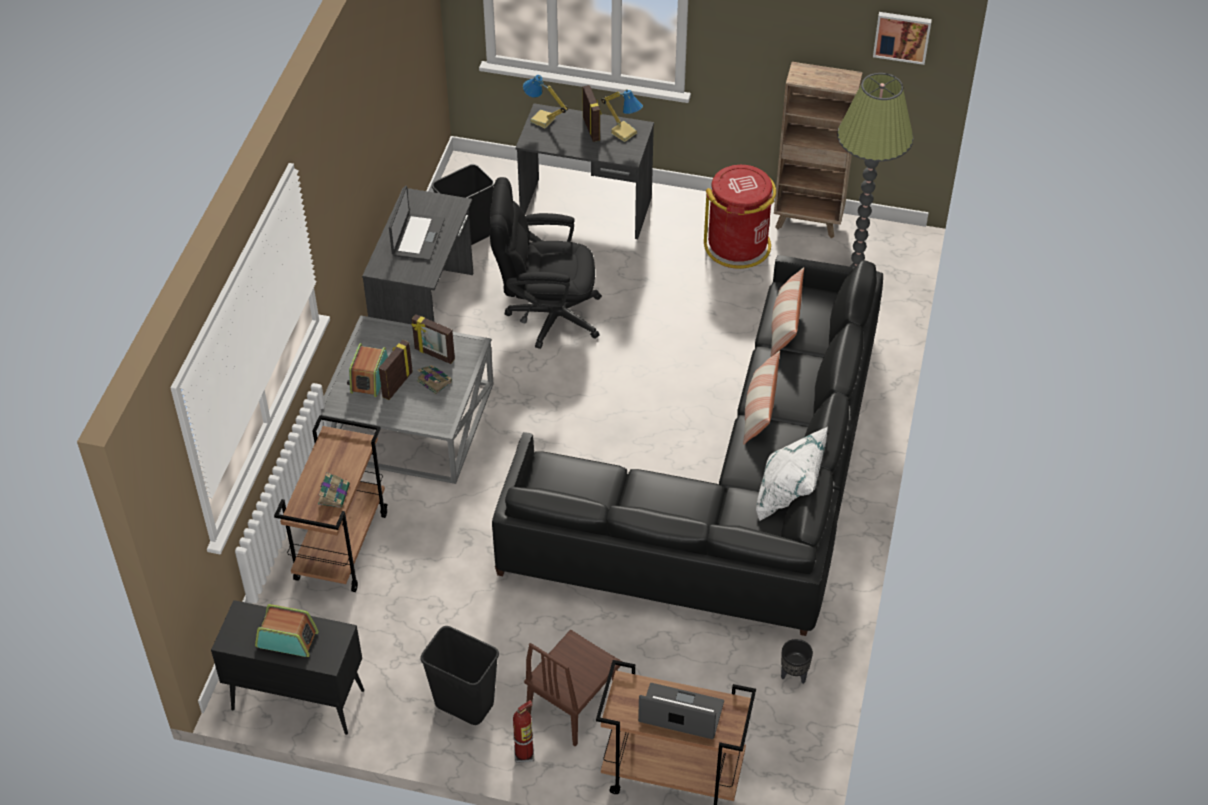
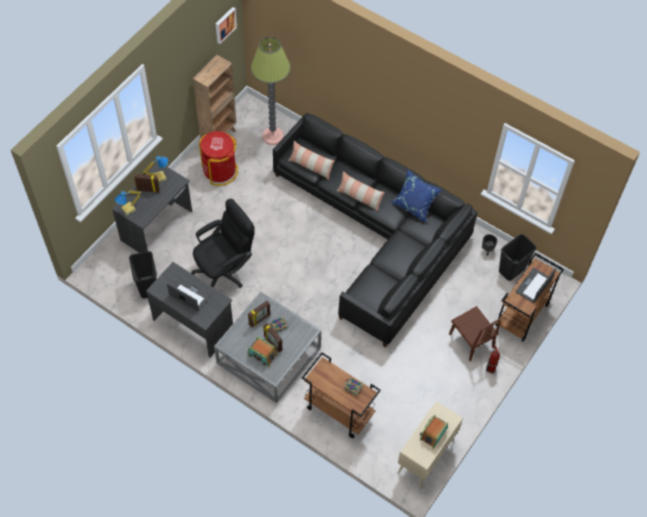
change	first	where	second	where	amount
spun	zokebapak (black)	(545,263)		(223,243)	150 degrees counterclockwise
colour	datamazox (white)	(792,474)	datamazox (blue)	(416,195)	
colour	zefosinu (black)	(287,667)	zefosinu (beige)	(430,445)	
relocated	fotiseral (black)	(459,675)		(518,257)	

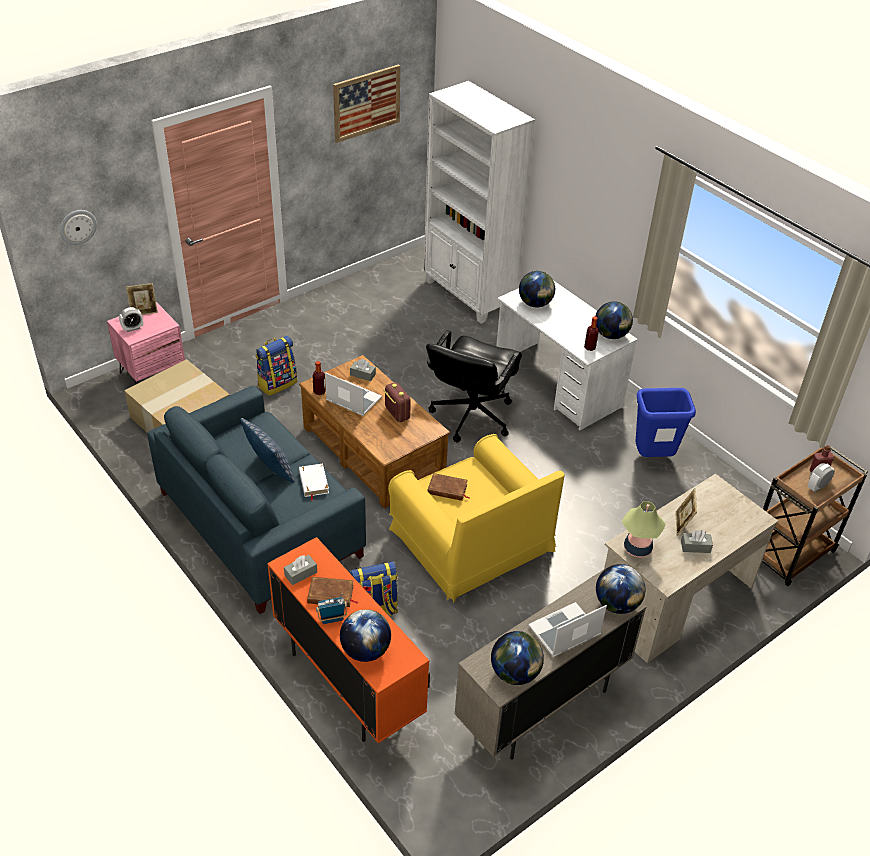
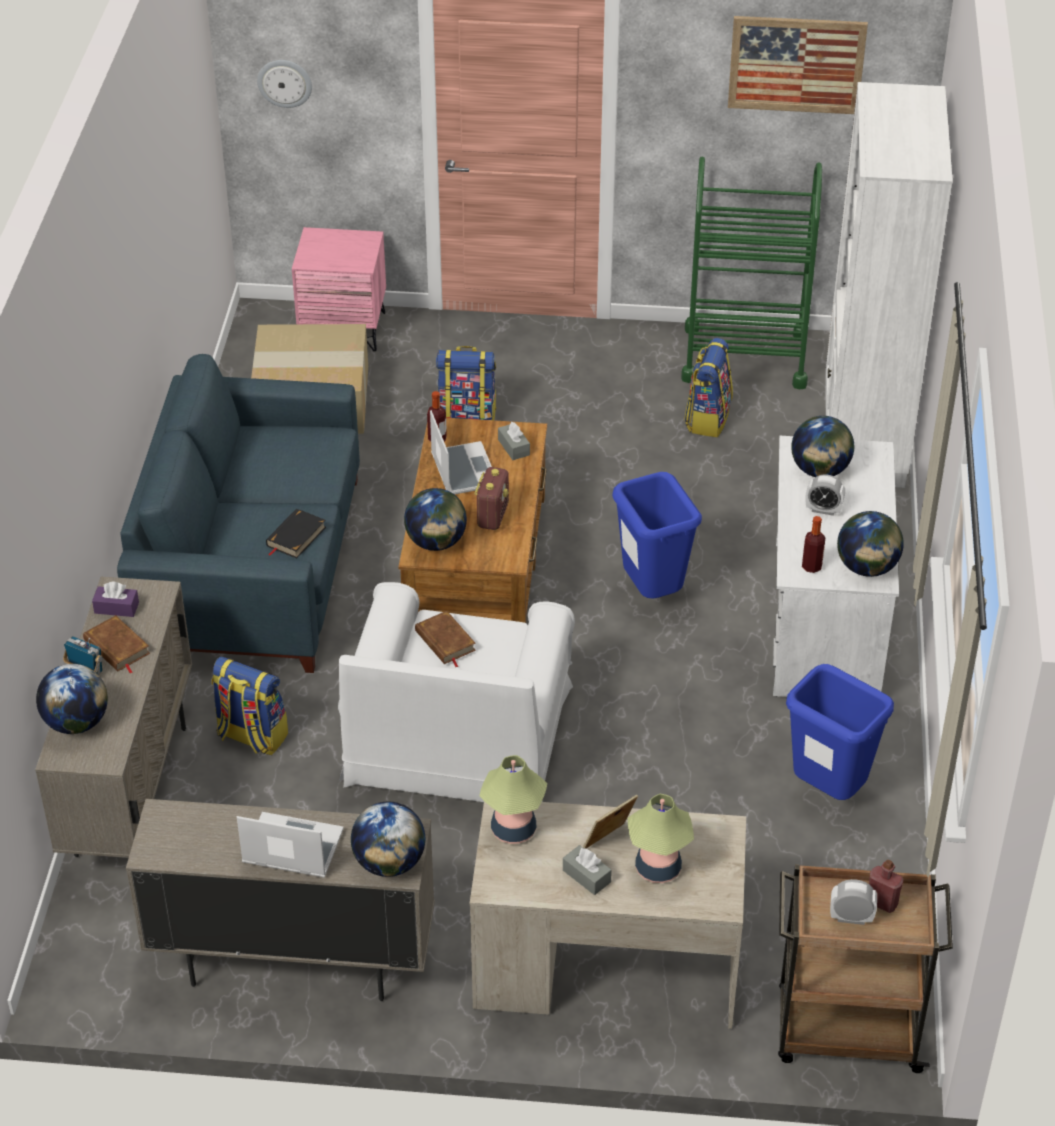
change	first	where	second	where	amount
colour	zefosinu (orange)	(348,640)	zefosinu (beige)	(113,717)	
colour	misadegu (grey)	(300,570)	misadegu (purple)	(115,599)	
colour	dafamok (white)	(314,482)	dafamok (black)	(296,533)	
colour	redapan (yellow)	(476,518)	redapan (white)	(456,692)	
relocated	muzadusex	(517,658)		(435,519)	
exchanged	zokebapak (black)	(474,386)	fotiseral (blue)	(657,535)	
appeared			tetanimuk	(661,838)	
appeared			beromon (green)	(751,273)	
appeared			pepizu	(708,387)	
relocated	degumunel	(131,319)		(825,495)	
missing	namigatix	(142,299)			
missing	datamazox	(267,450)			

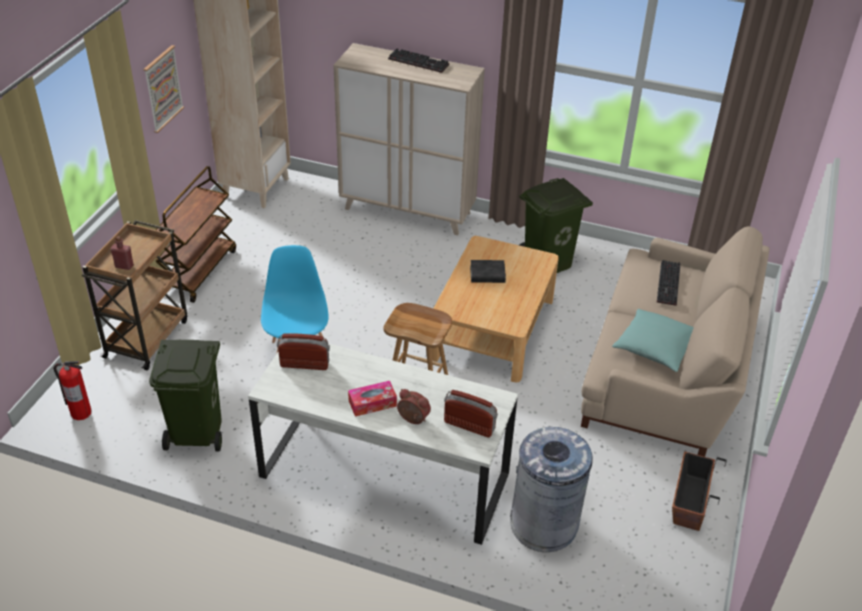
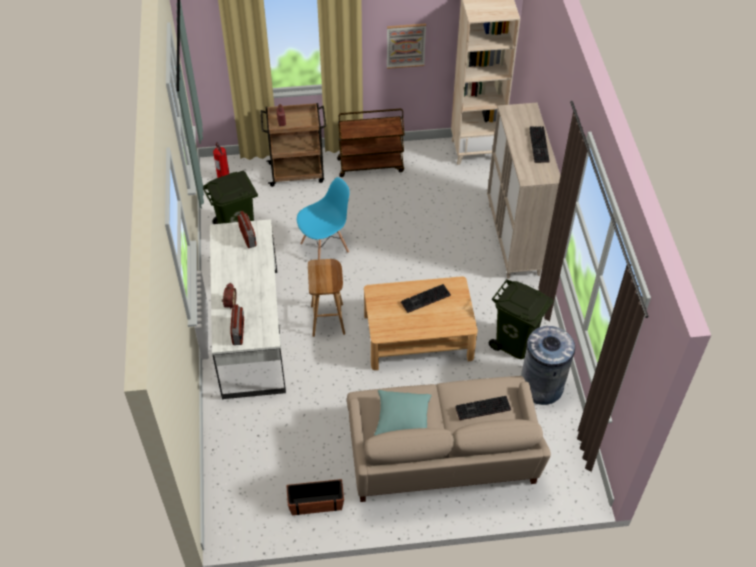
change	first	where	second	where	amount
exchanged	dafamok (black)	(488,271)	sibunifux	(426,298)	
relocated	fotiseral (grey)	(551,489)		(548,365)	
missing	misadegu	(372,399)			

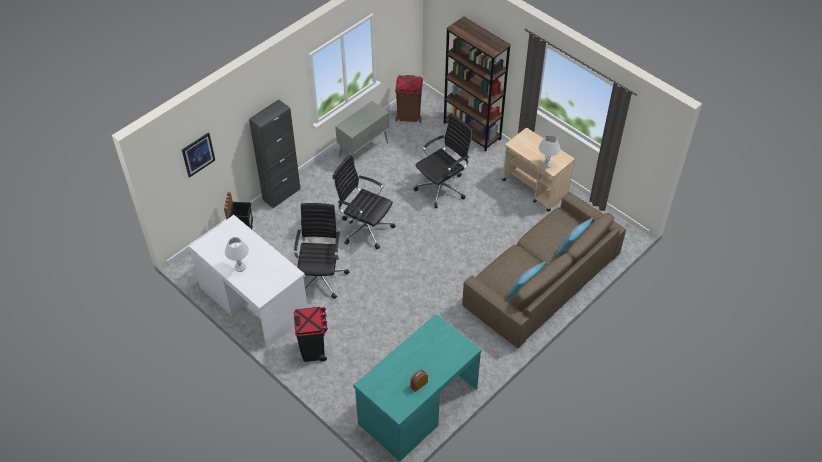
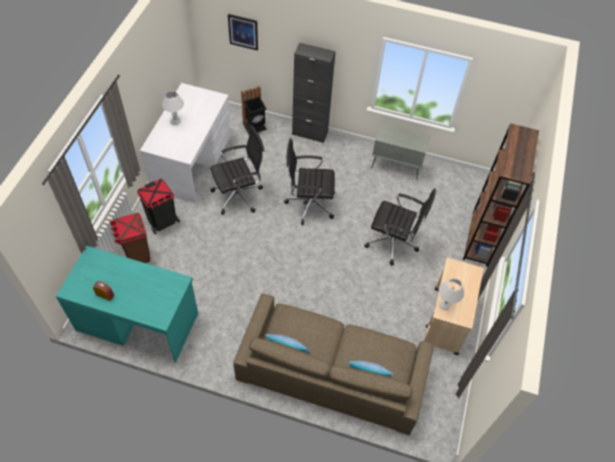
change	first	where	second	where	amount
relocated	fotiseral (brown)	(409,99)		(130,238)	
spun	zokebapak (black)	(364,202)		(309,181)	90 degrees counterclockwise

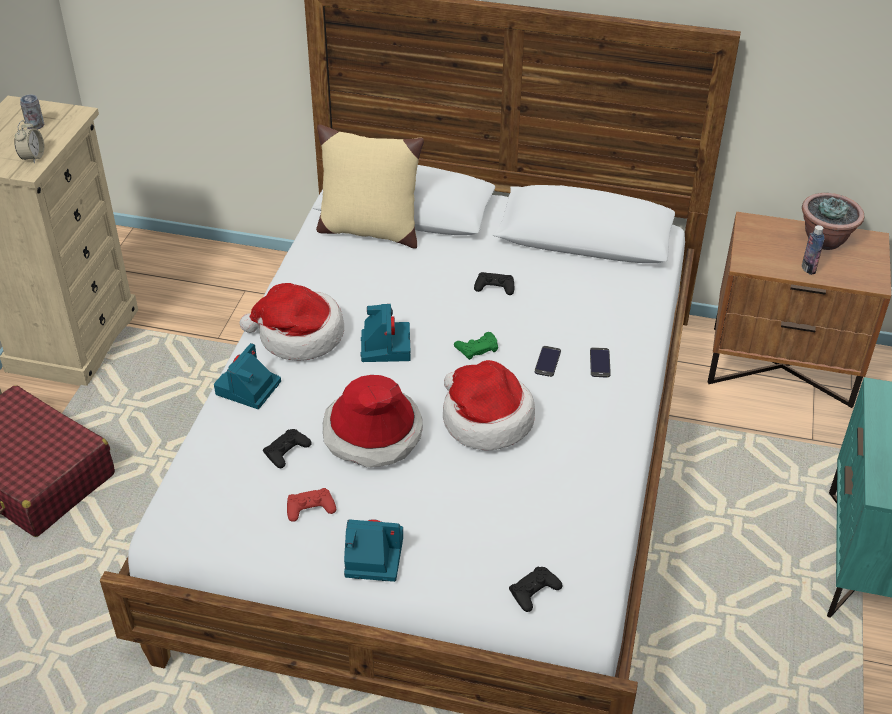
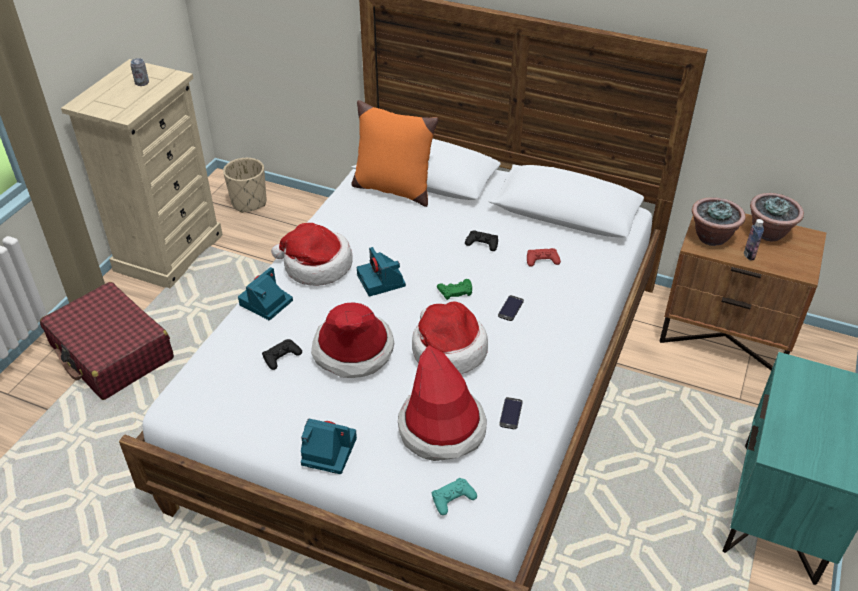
change	first	where	second	where	amount
appeared			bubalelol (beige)	(244,185)	
colour	datamazox (beige)	(370,186)	datamazox (orange)	(395,153)	
spun	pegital	(385,333)		(381,271)	150 degrees clockwise
appeared			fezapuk	(442,403)	
colour	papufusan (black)	(536,589)	papufusan (turquoise)	(454,496)	
relocated	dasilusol	(600,362)		(511,413)	
relocated	papufusan (red)	(311,505)		(544,257)	
appeared			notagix	(719,221)	
missing	degumunel	(29,142)			

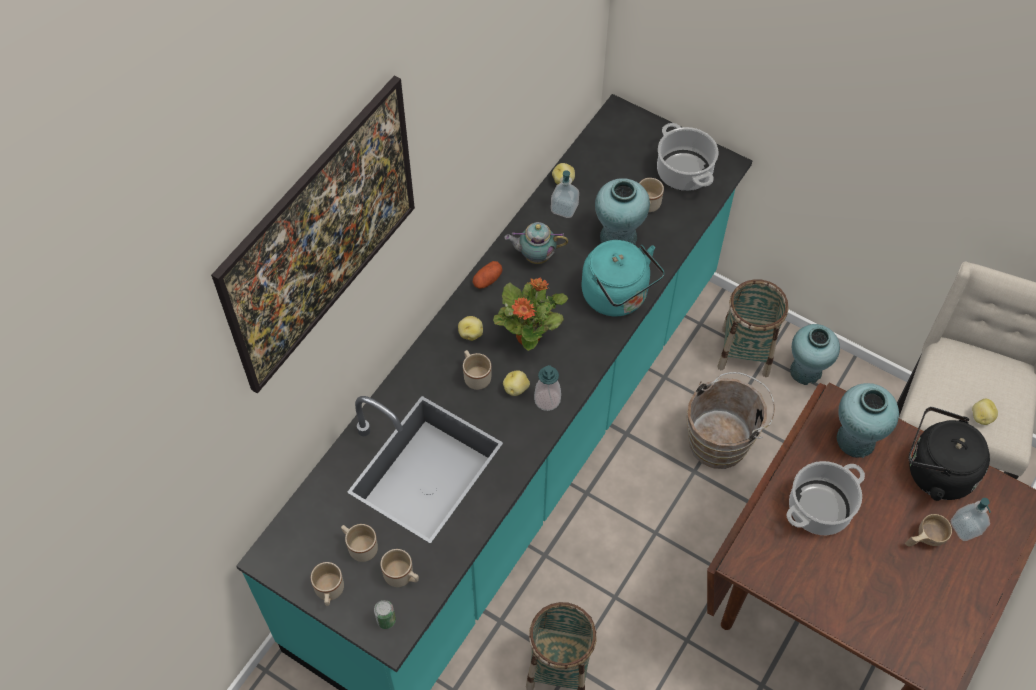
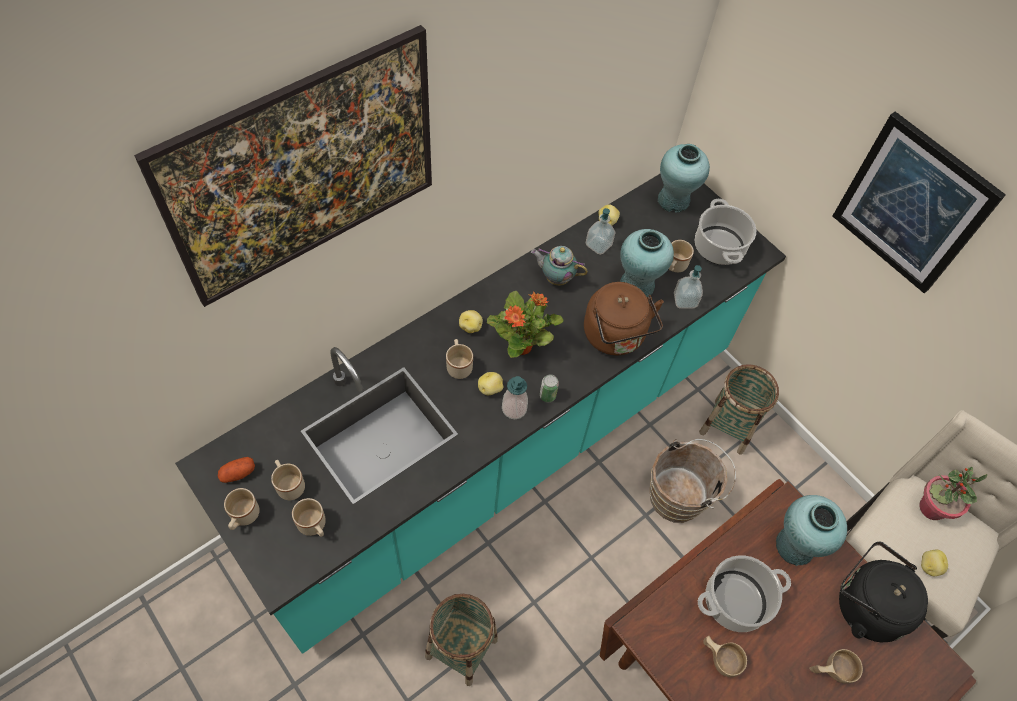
change	first	where	second	where	amount
relocated	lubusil	(487,275)		(236,470)	
relocated	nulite	(385,614)		(549,388)	
colour	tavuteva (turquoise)	(623,278)	tavuteva (brown)	(624,318)	
relocated	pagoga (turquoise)	(815,354)		(684,178)	
relocated	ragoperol	(971,519)		(688,287)	
appeared			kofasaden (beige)	(725,656)	
appeared			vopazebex	(919,202)	
appeared			notagix	(953,493)	

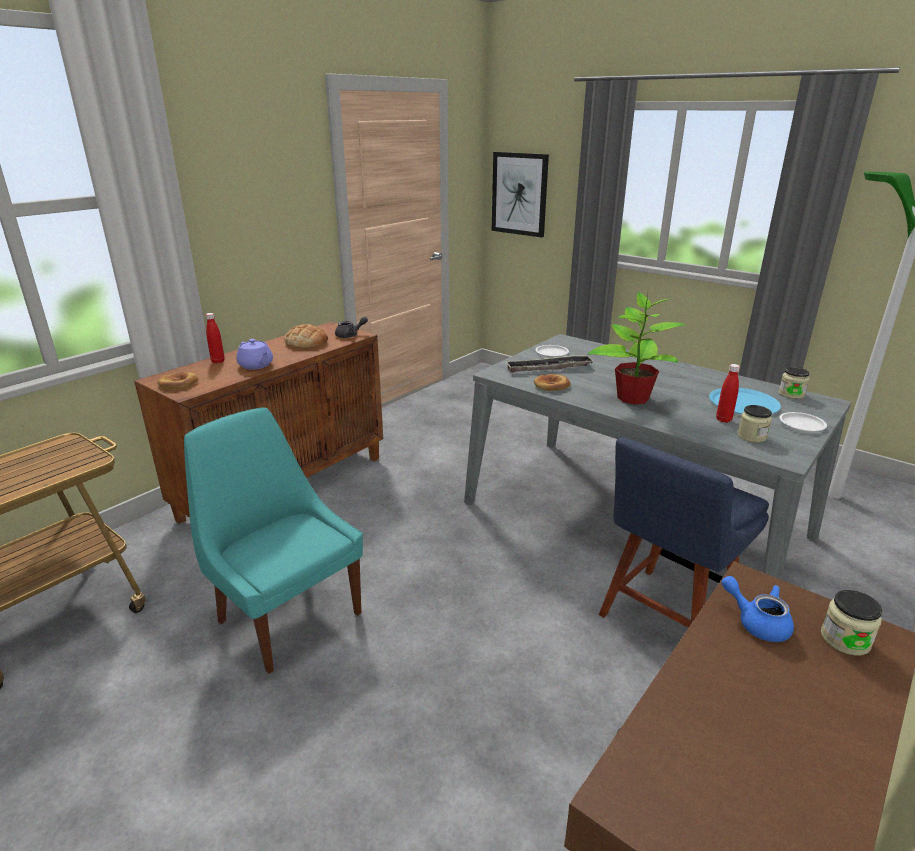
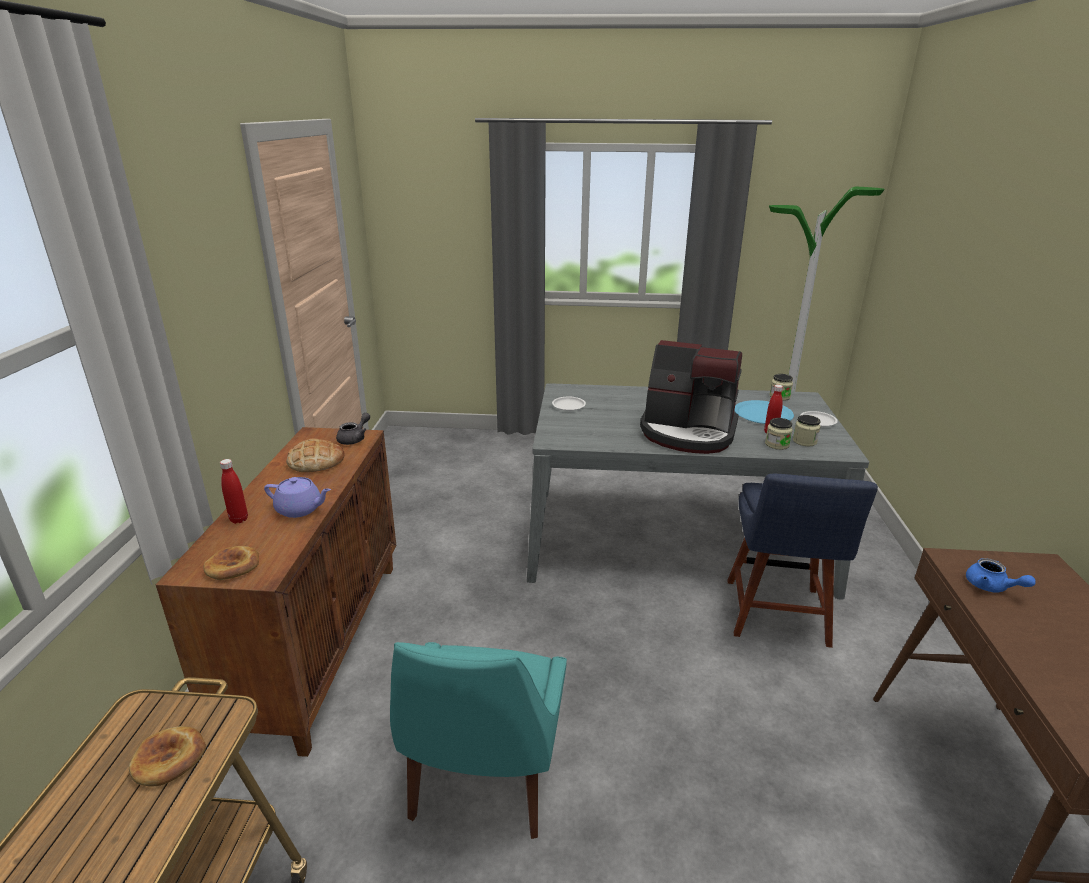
change	first	where	second	where	amount
relocated	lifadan	(552,382)		(167,756)	
spun	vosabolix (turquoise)	(273,540)		(478,740)	90 degrees counterclockwise
exchanged	notagix	(637,348)	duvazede	(691,397)	
relocated	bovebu	(851,622)		(779,434)	
spun	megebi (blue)	(757,609)		(1001,575)	135 degrees counterclockwise
missing	vopazebex	(520,194)			
missing	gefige	(549,364)			

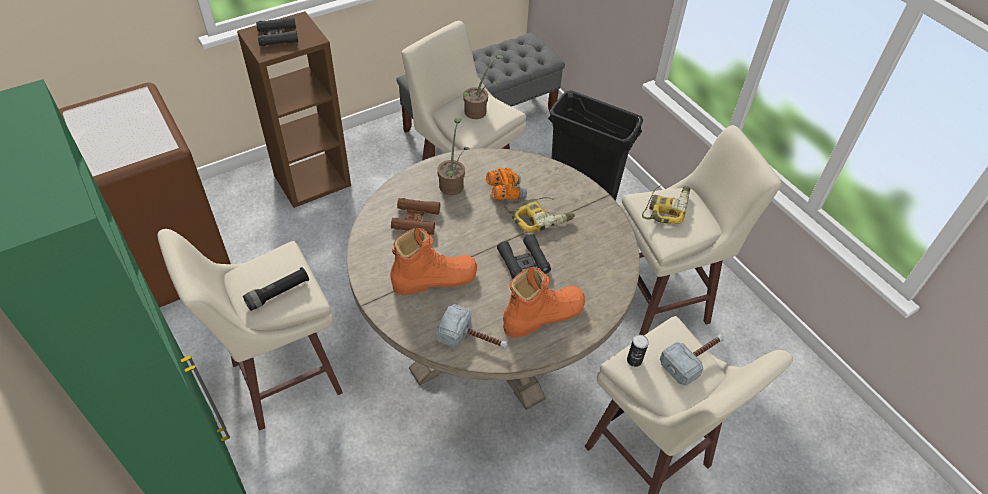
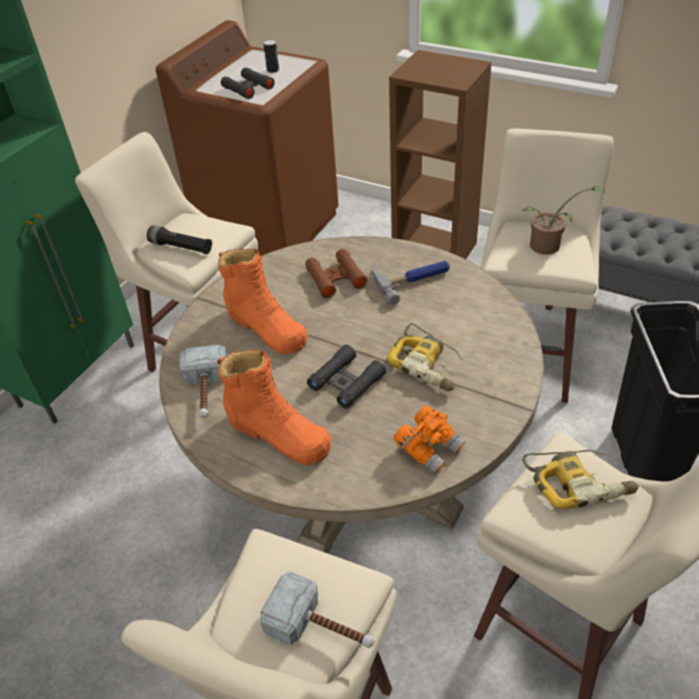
change	first	where	second	where	amount
relocated	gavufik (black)	(277,31)		(248,83)	
relocated	nulite	(638,351)		(271,56)	
exchanged	notagix	(454,156)	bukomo	(411,283)	
relocated	gavufik (orange)	(506,184)		(429,440)	

